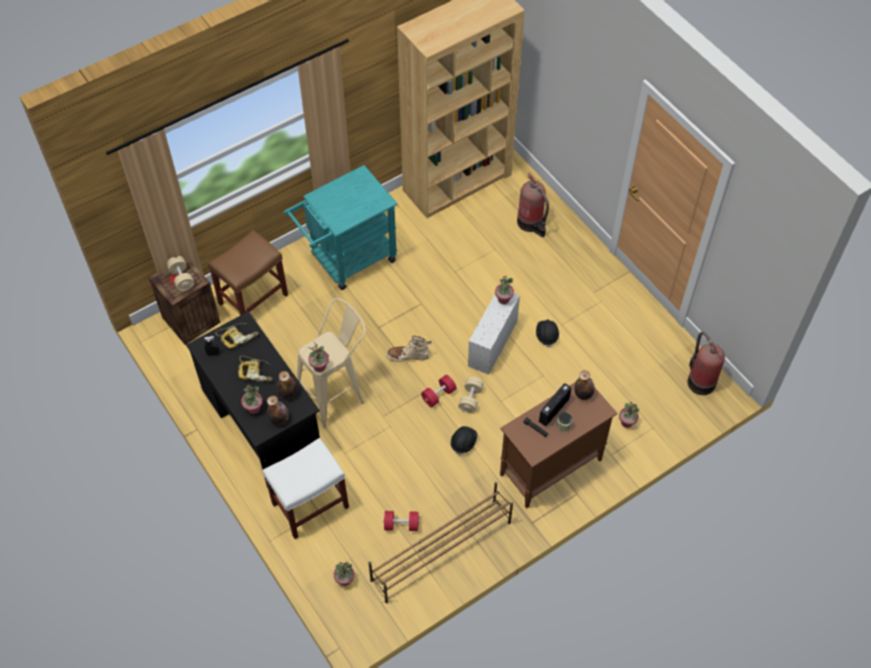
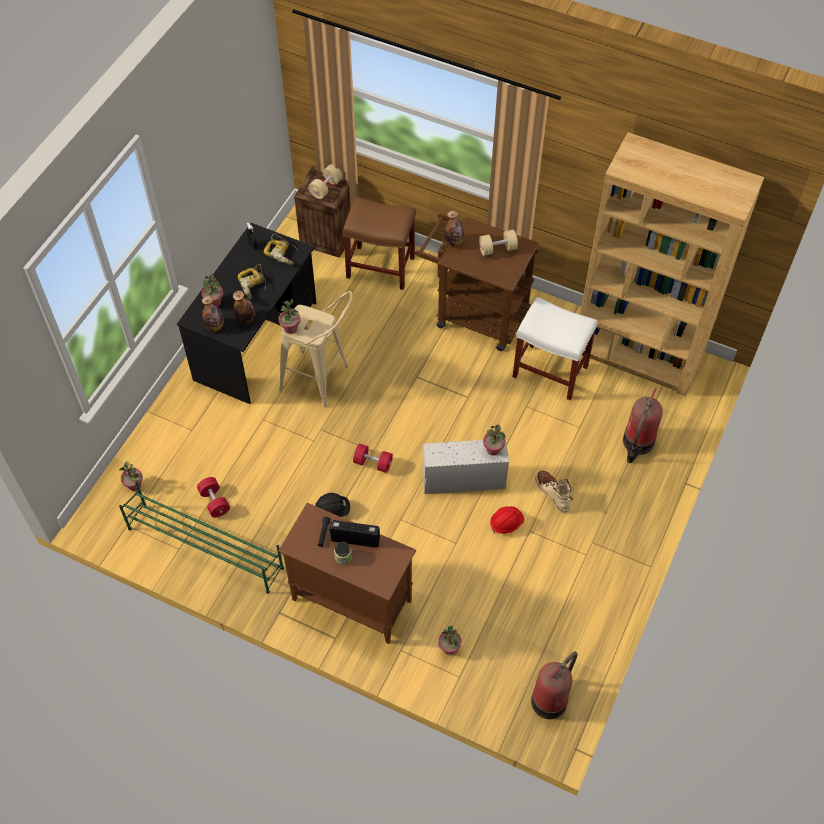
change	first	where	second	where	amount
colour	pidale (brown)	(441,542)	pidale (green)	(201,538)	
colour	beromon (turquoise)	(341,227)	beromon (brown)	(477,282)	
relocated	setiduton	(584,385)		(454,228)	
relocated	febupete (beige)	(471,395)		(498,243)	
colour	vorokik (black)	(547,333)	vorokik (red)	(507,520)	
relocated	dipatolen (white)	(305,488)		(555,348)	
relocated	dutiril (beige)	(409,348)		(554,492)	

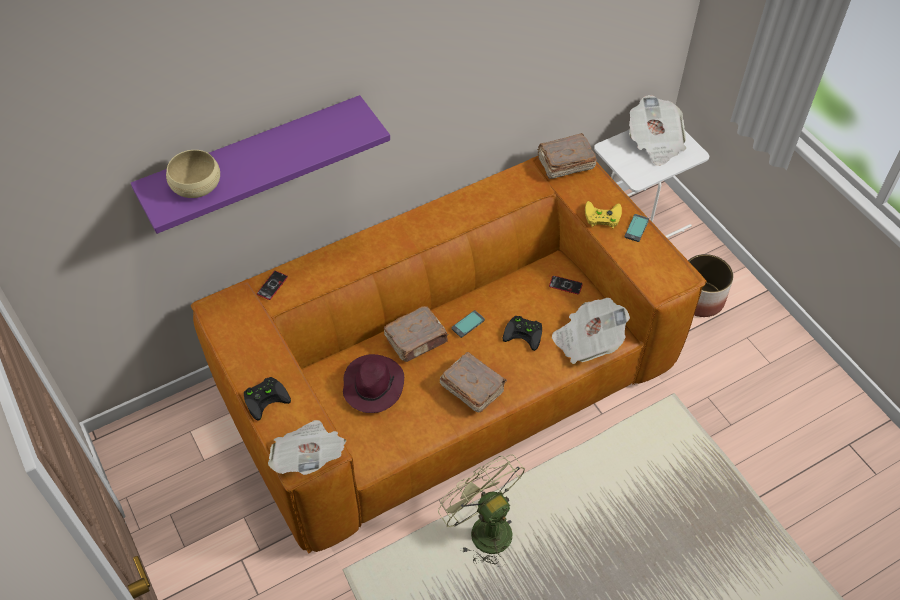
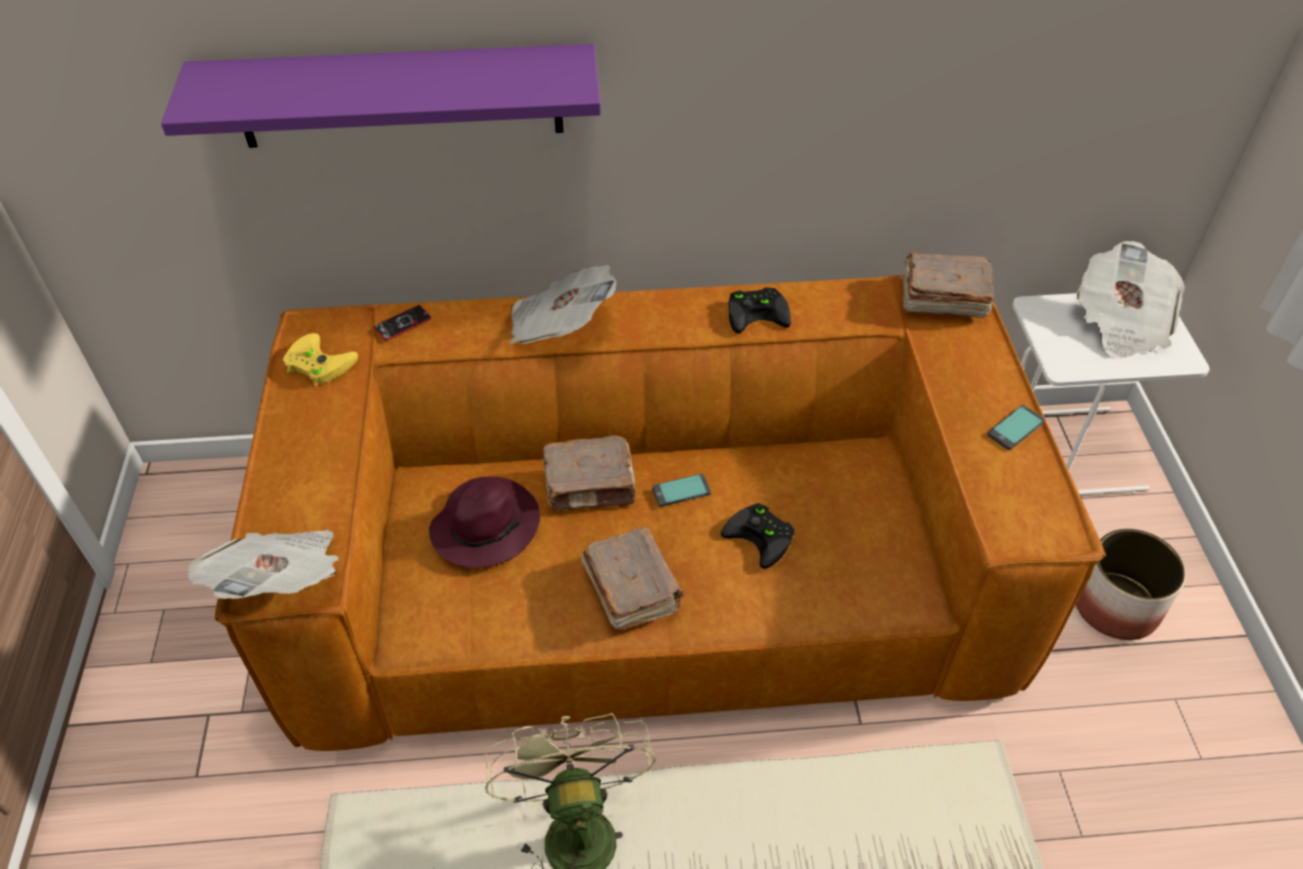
change	first	where	second	where	amount
relocated	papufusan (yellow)	(603,215)		(320,359)	
relocated	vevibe	(591,331)		(563,304)	
relocated	papufusan (black)	(267,399)		(760,310)	
missing	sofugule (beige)	(193,174)			
missing	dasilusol	(566,285)			

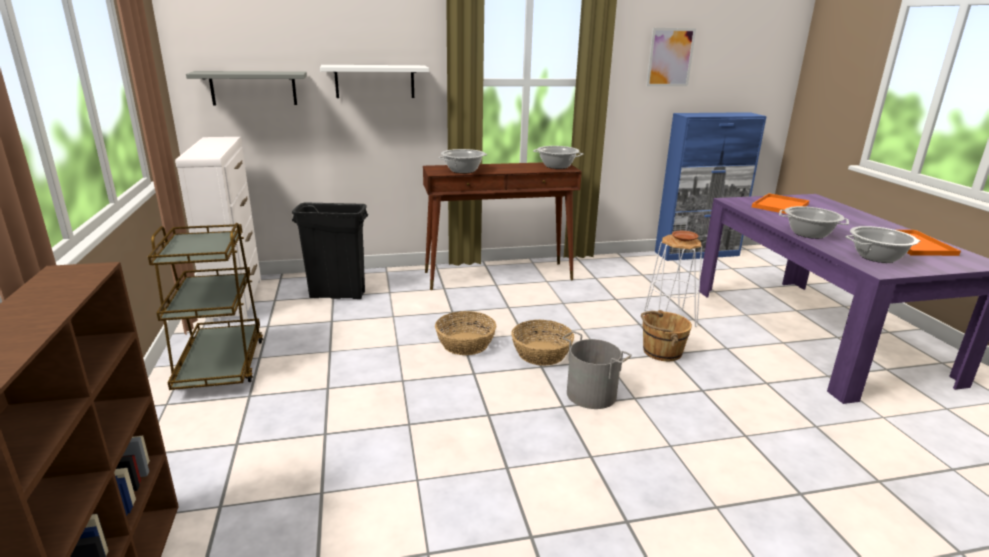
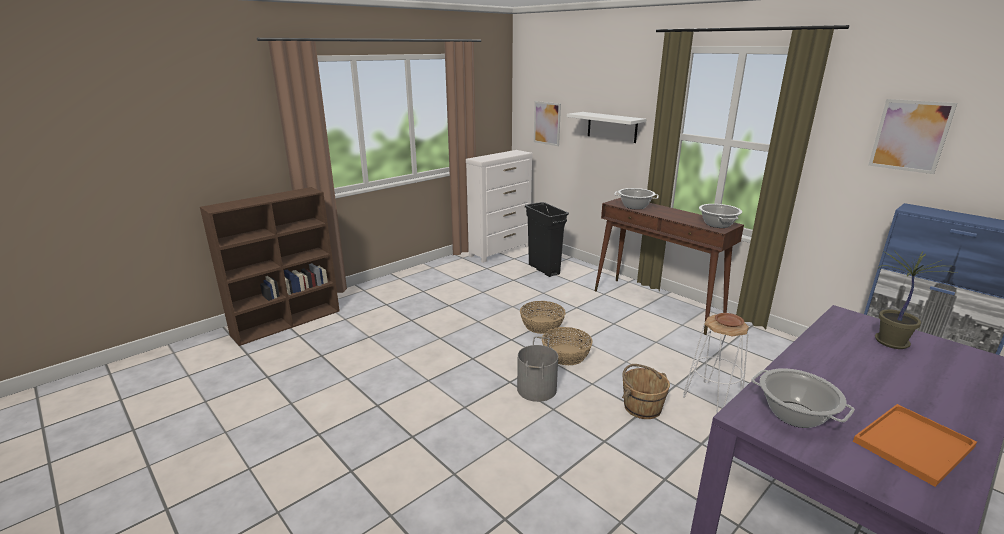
change	first	where	second	where	amount
exchanged	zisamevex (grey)	(246,88)	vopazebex	(547,123)	
exchanged	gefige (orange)	(780,203)	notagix	(916,299)	
missing	beromon (brown)	(205,306)			
missing	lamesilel	(814,222)			

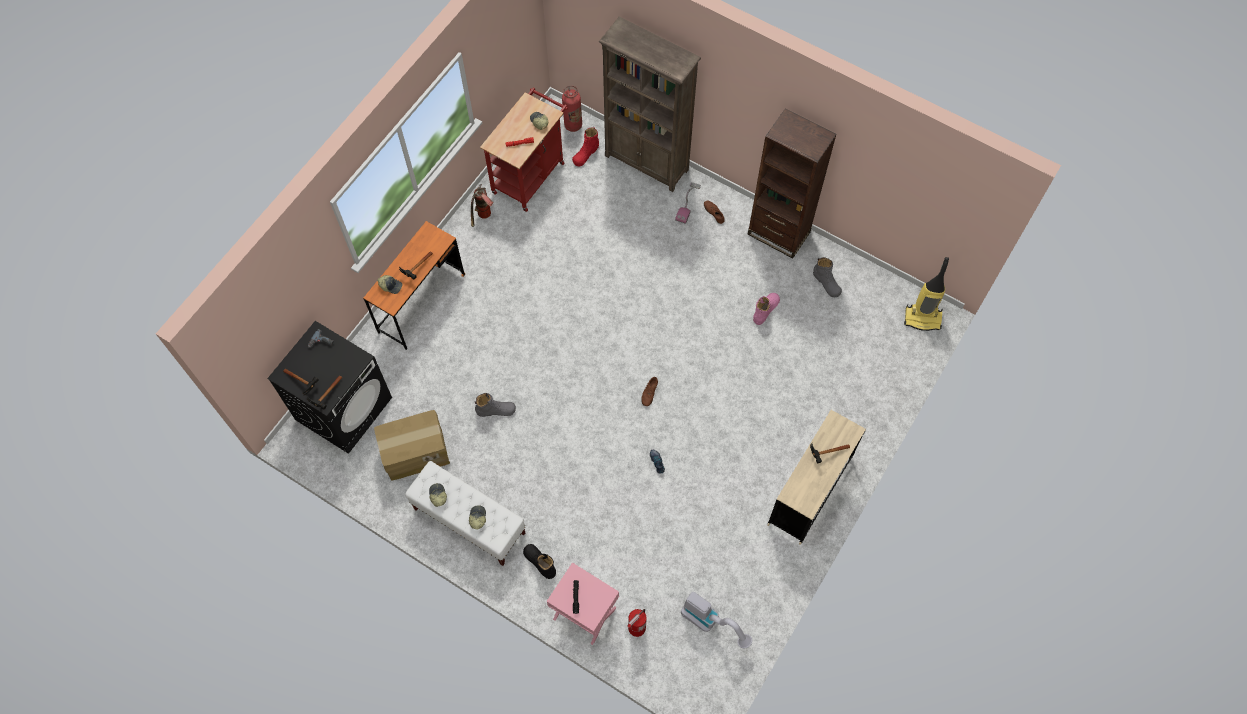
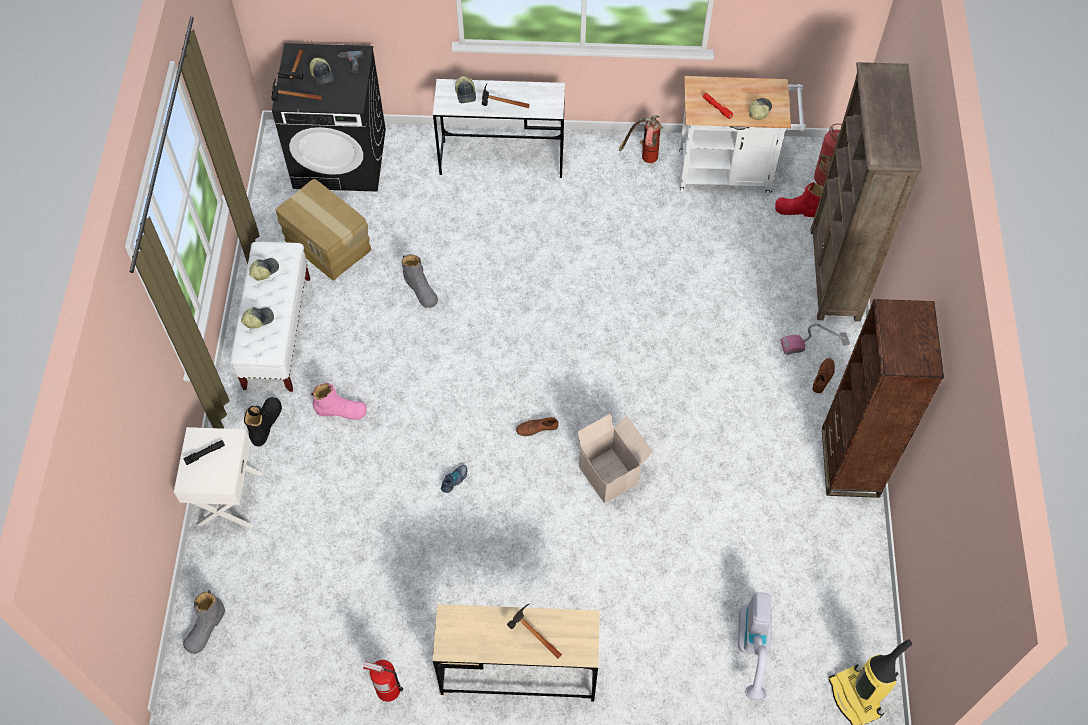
change	first	where	second	where	amount
colour	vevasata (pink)	(583,604)	vevasata (white)	(218,477)	
relocated	dutiril (grey)	(827,277)		(204,622)	
appeared			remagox	(321,71)	
relocated	dutiril (pink)	(766,309)		(339,401)	
relocated	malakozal	(637,623)		(383,681)	
colour	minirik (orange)	(414,285)	minirik (white)	(499,129)	
appeared			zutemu	(614,458)	
colour	beromon (red)	(524,150)	beromon (white)	(742,136)	
relocated	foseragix	(716,620)		(755,646)	

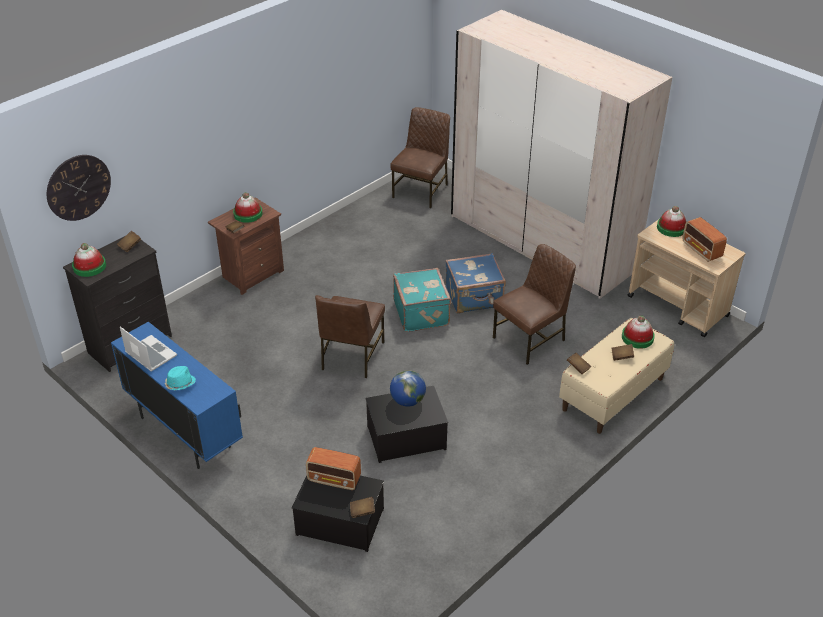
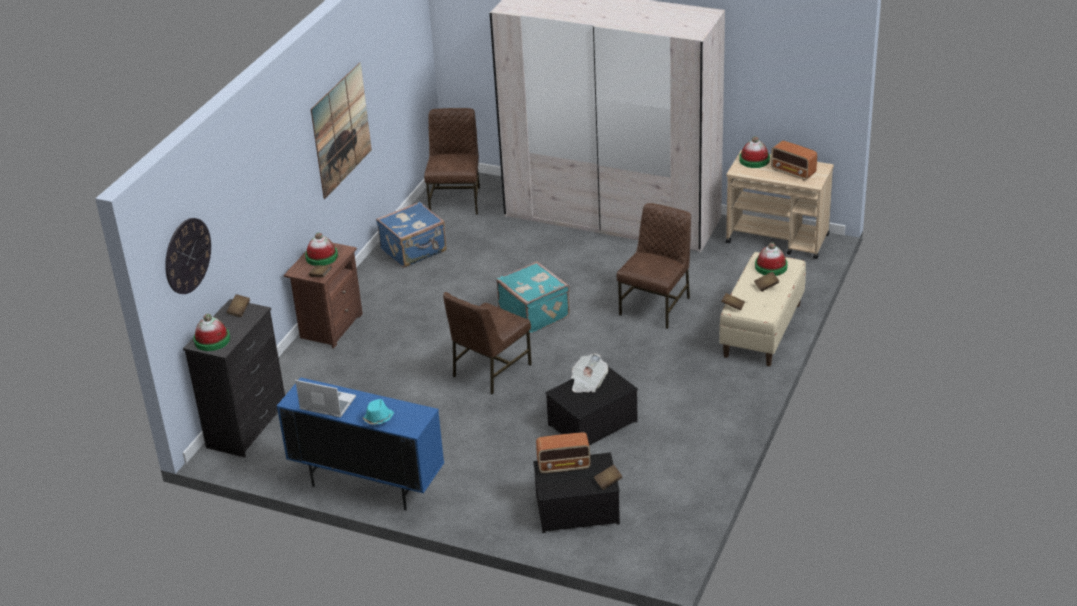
change	first	where	second	where	amount
appeared			vopazebex	(341,131)	
relocated	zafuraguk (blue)	(476,283)		(411,234)	
spun	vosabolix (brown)	(350,336)		(487,343)	45 degrees clockwise
exchanged	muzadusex	(408,388)	vevibe	(589,373)	

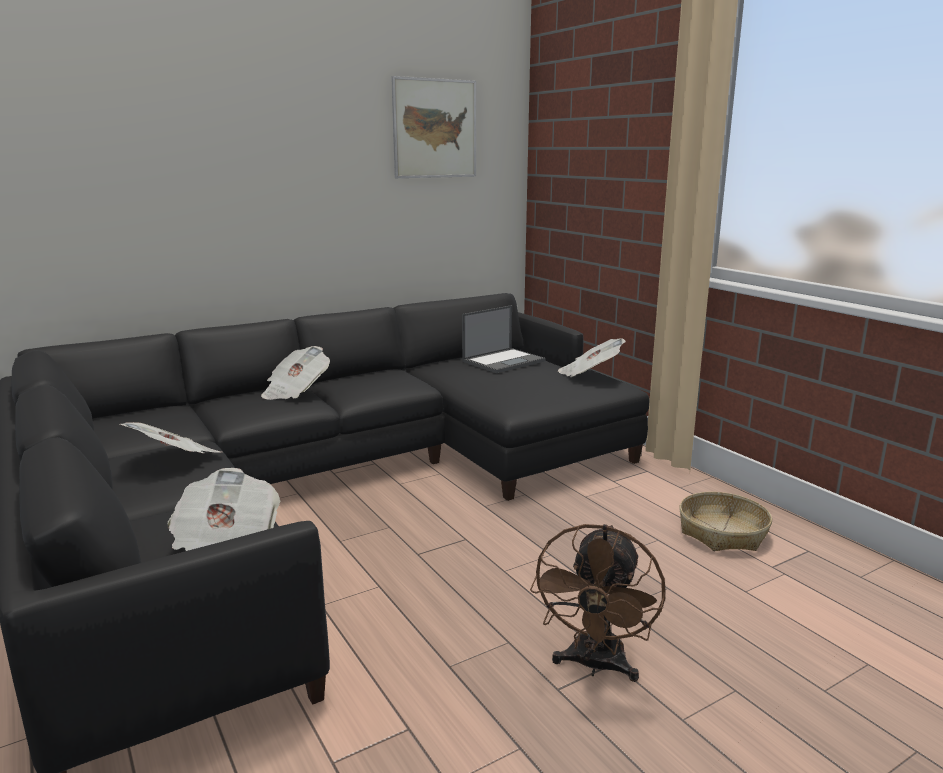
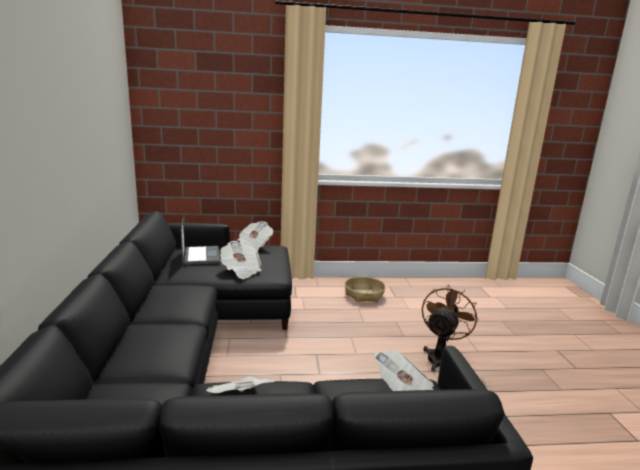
change	first	where	second	where	amount
relocated	vevibe	(295,373)		(241,260)	
spun	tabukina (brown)	(597,603)		(450,328)	105 degrees counterclockwise
missing	vopazebex	(433,127)			

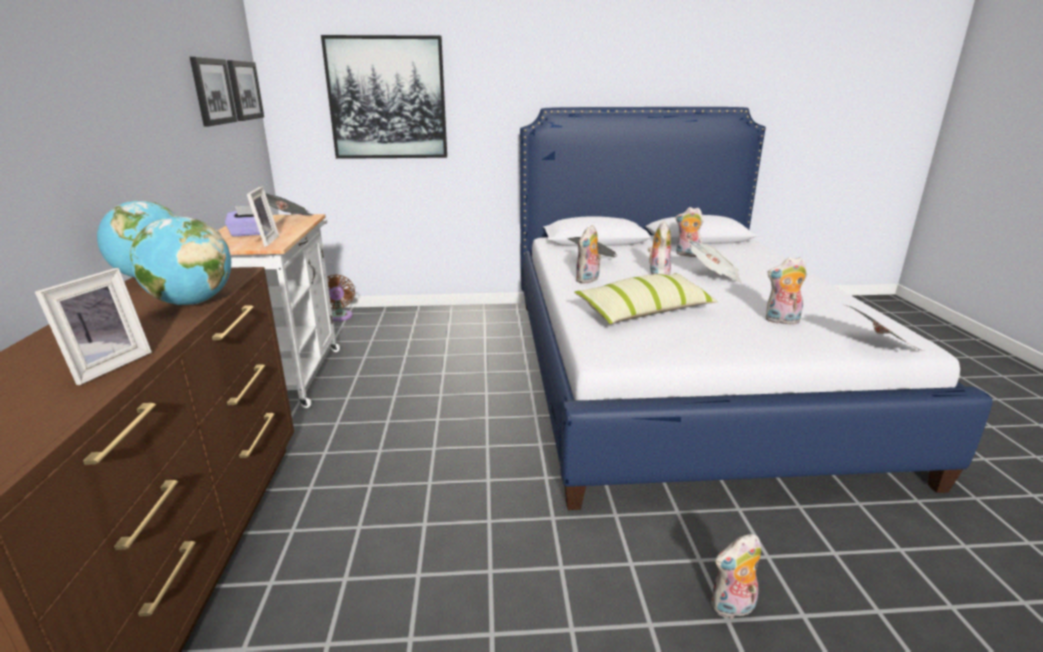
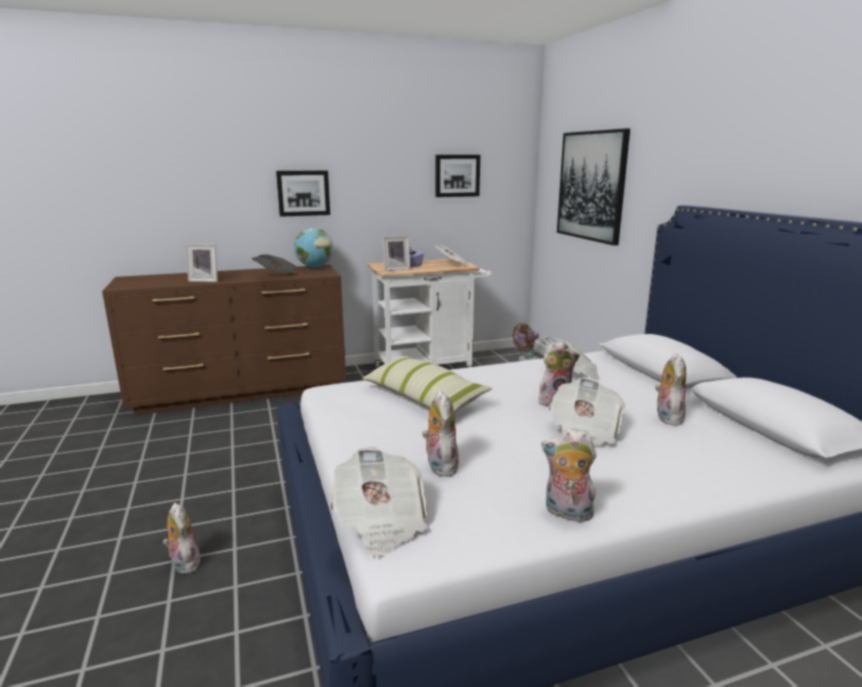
change	first	where	second	where	amount
exchanged	muzadusex	(180,261)	vevibe	(274,264)	
relocated	vopazebex	(245,90)		(303,193)	
relocated	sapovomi	(588,254)		(569,476)	

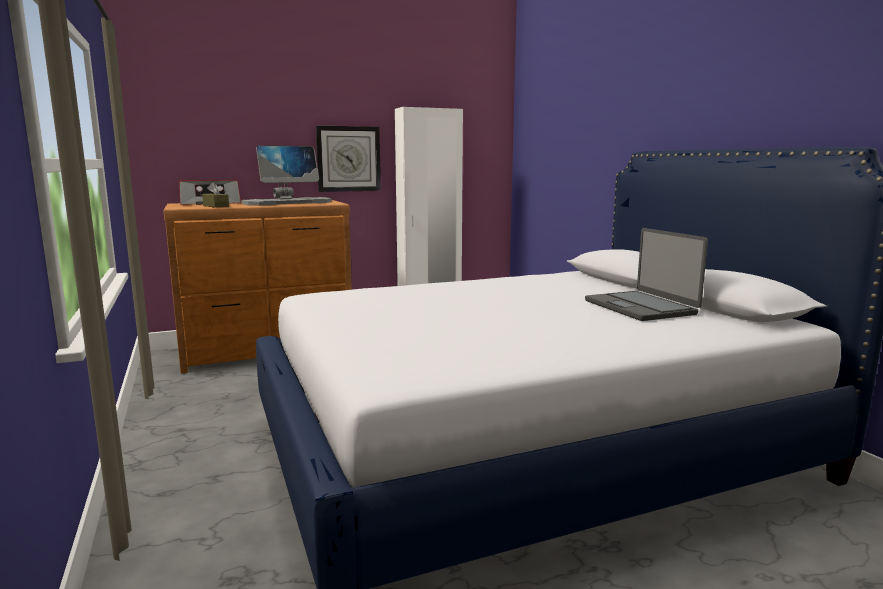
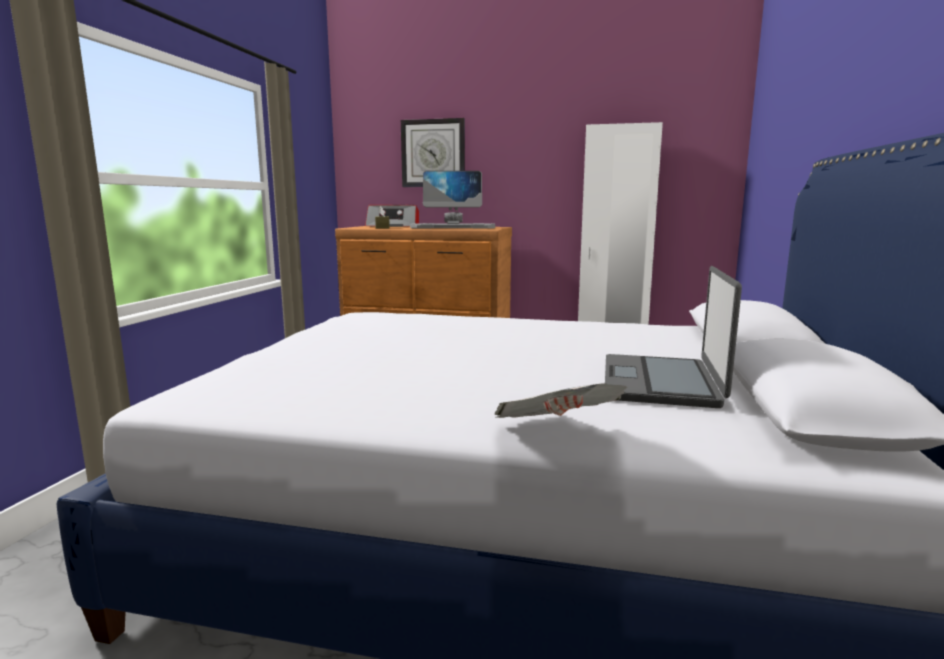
change	first	where	second	where	amount
relocated	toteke	(348,158)		(433,152)	
appeared			vevibe	(561,401)	

